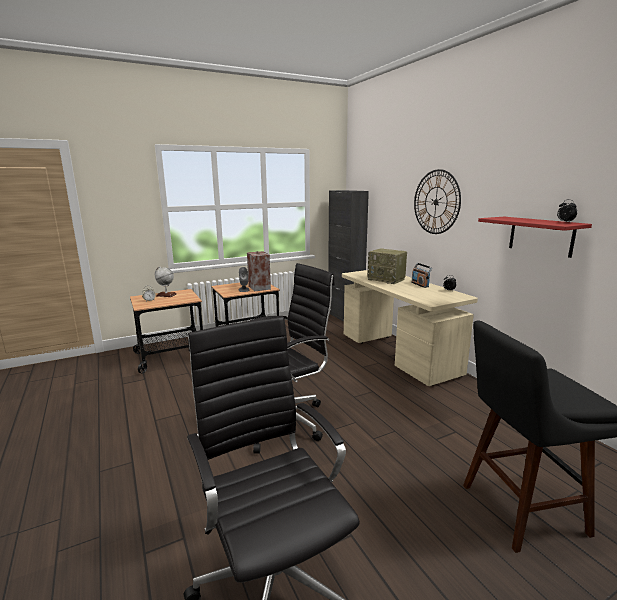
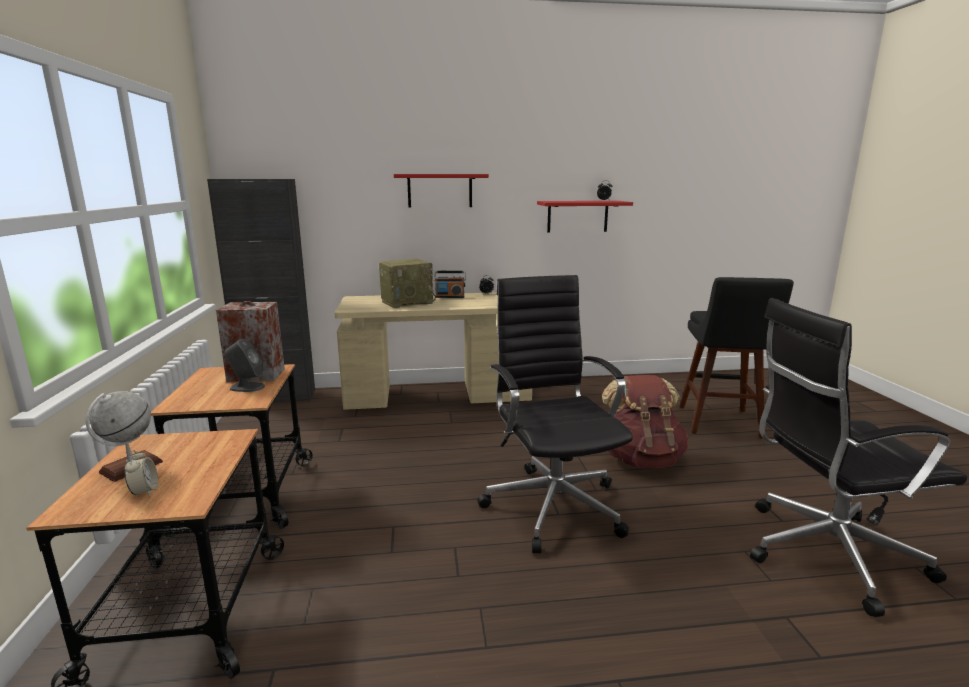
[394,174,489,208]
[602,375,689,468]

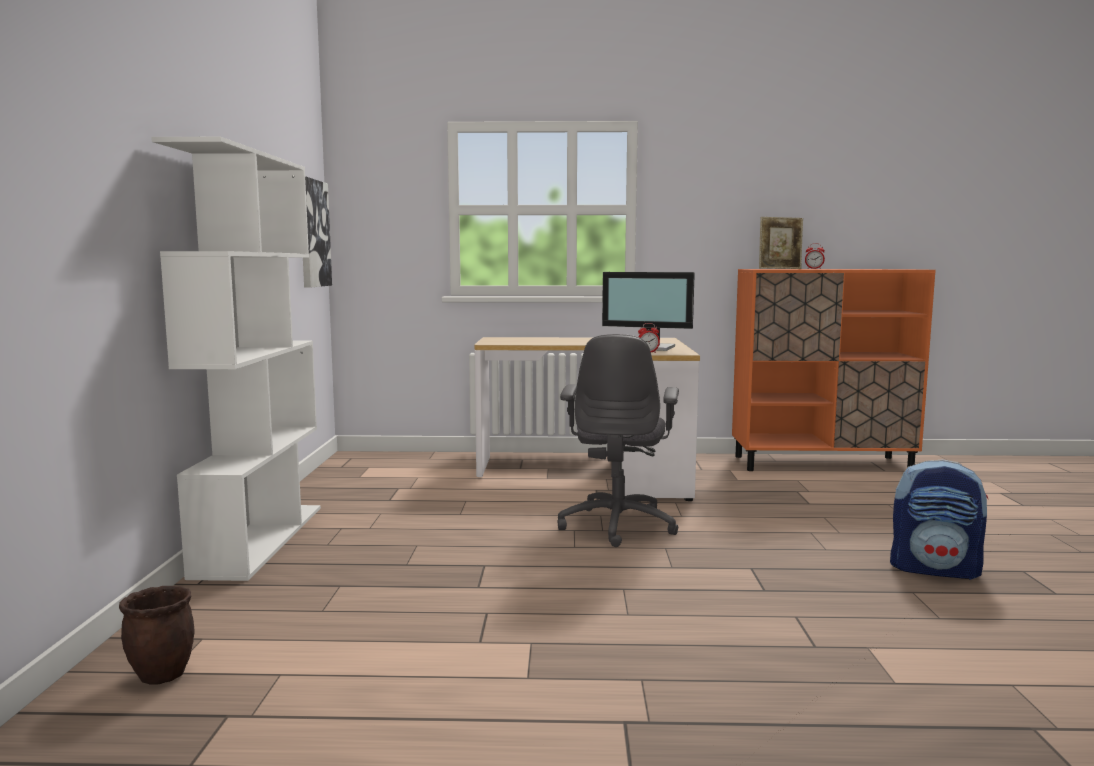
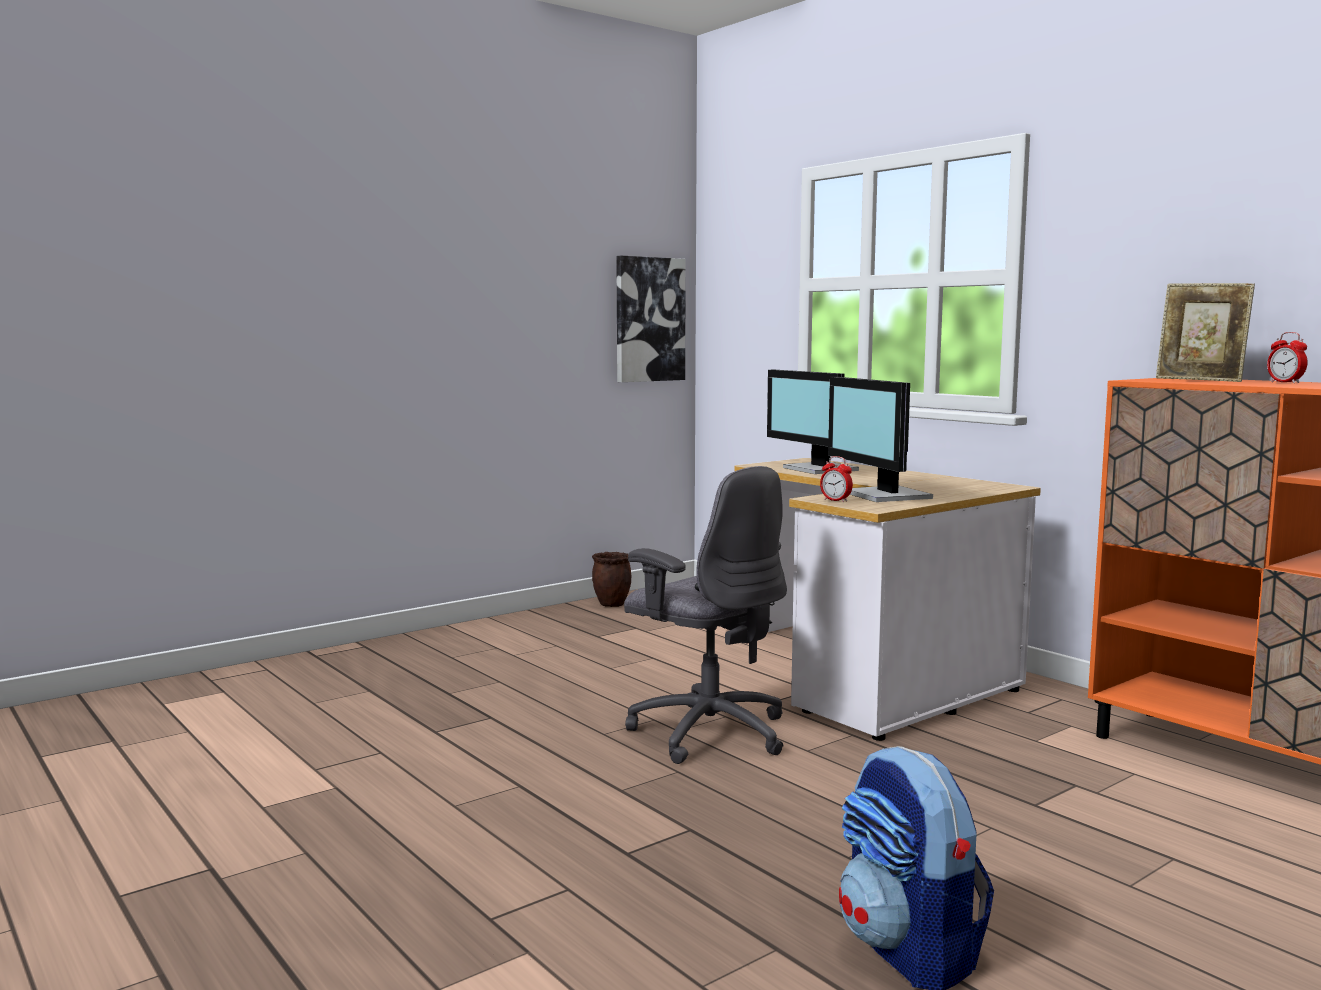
[592,552,631,607]
[624,466,787,764]
[767,370,859,474]
[151,137,321,581] (first image)

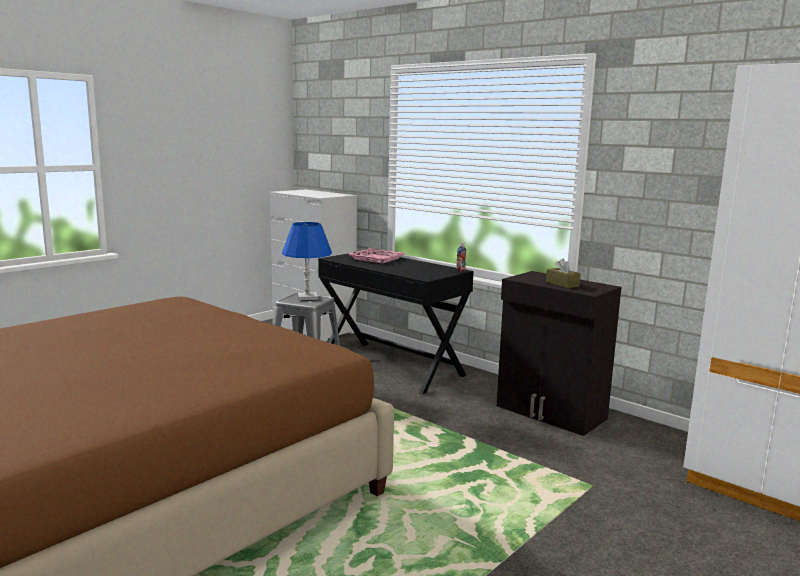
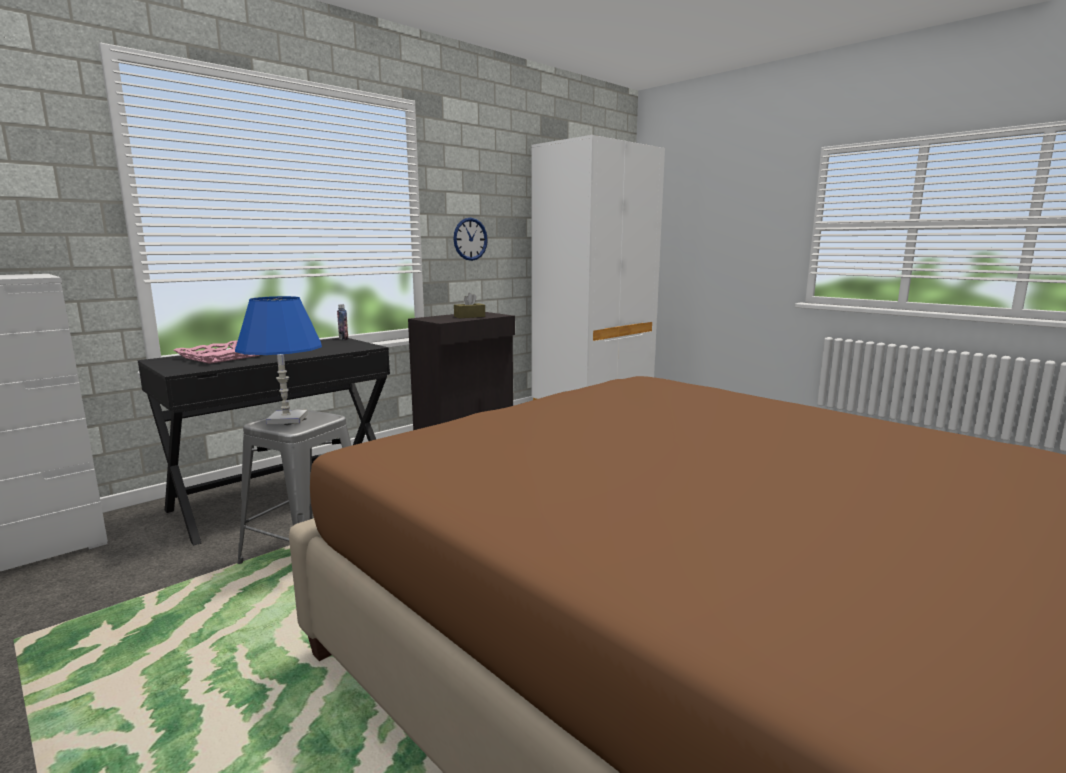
[453,218,488,261]

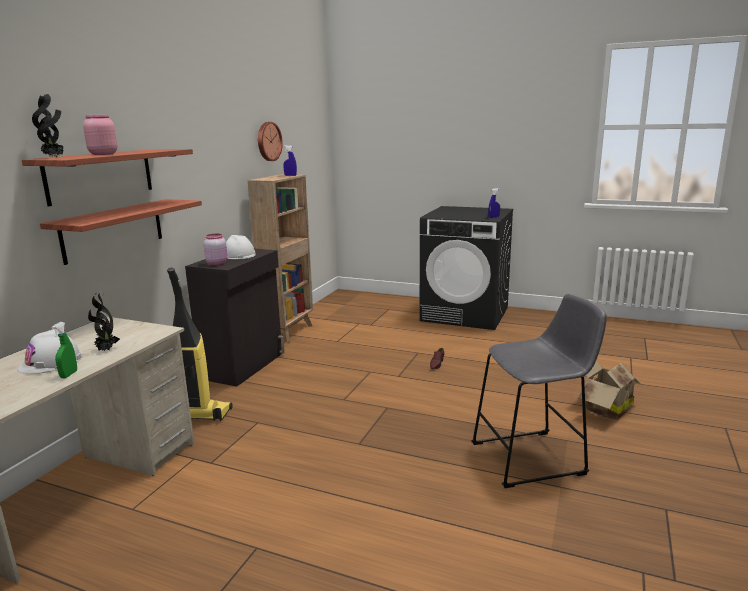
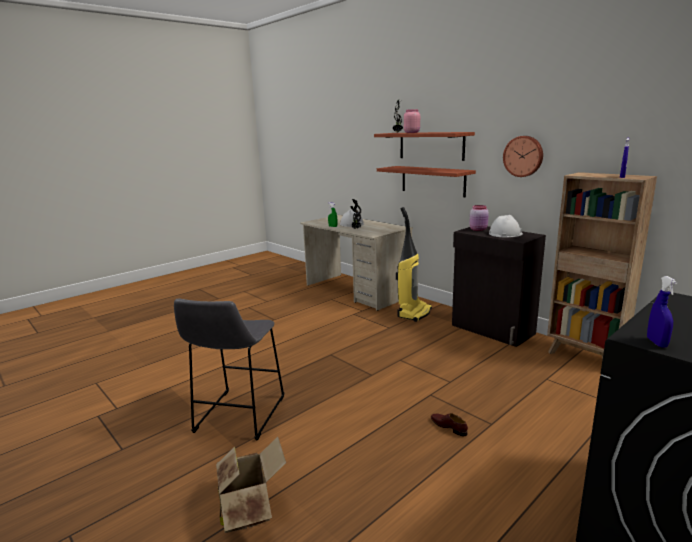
[503,136,543,177]

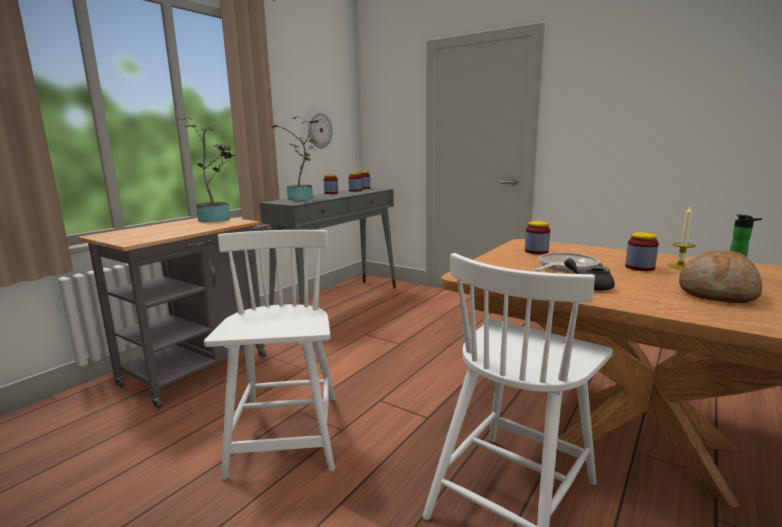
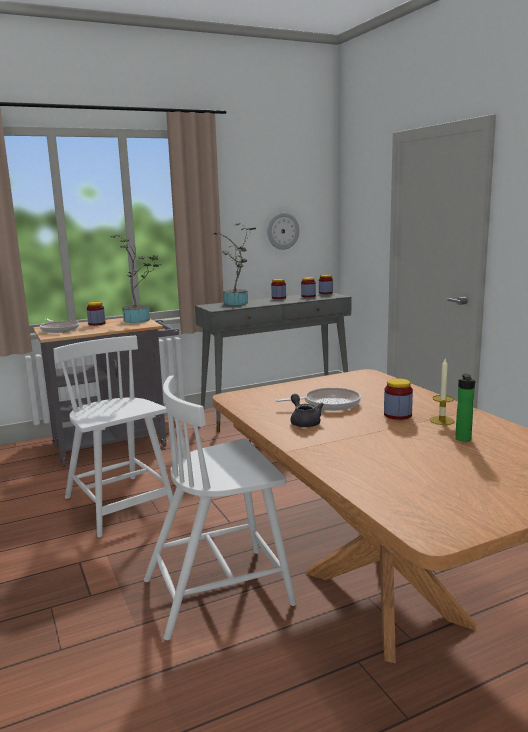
[40,319,79,333]
[53,336,173,537]
[87,302,106,326]
[679,250,762,303] (first image)

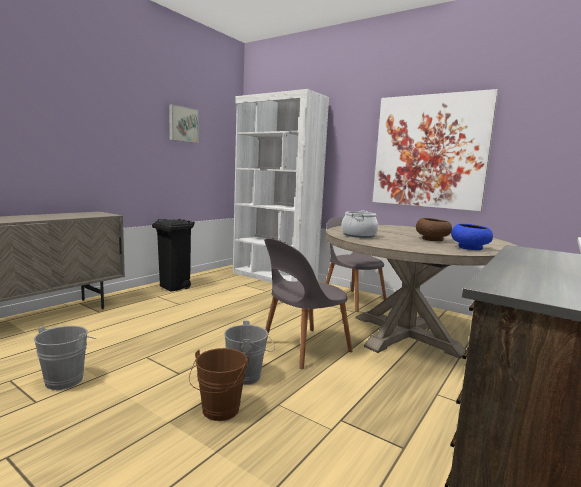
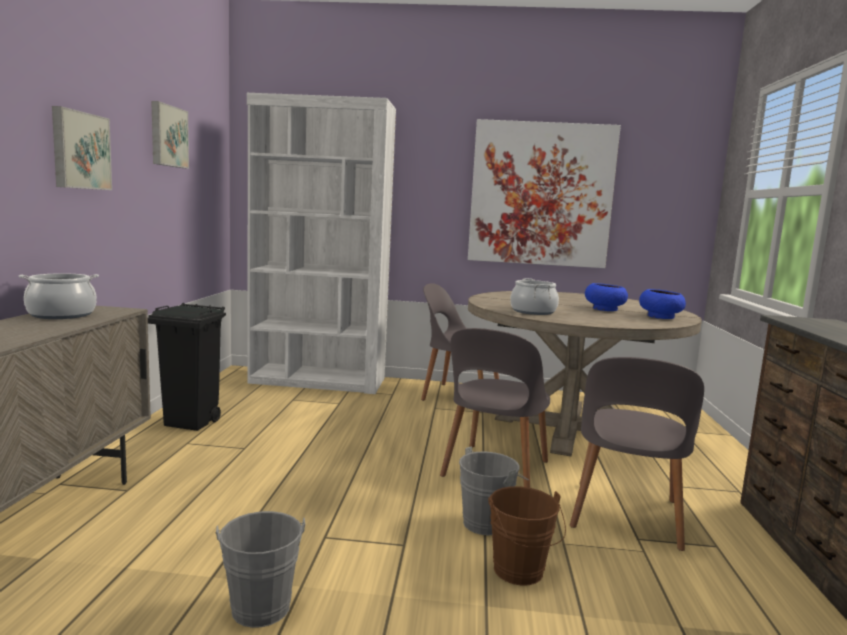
[19,273,99,319]
[52,106,112,190]
[570,357,704,551]
[585,283,628,311]

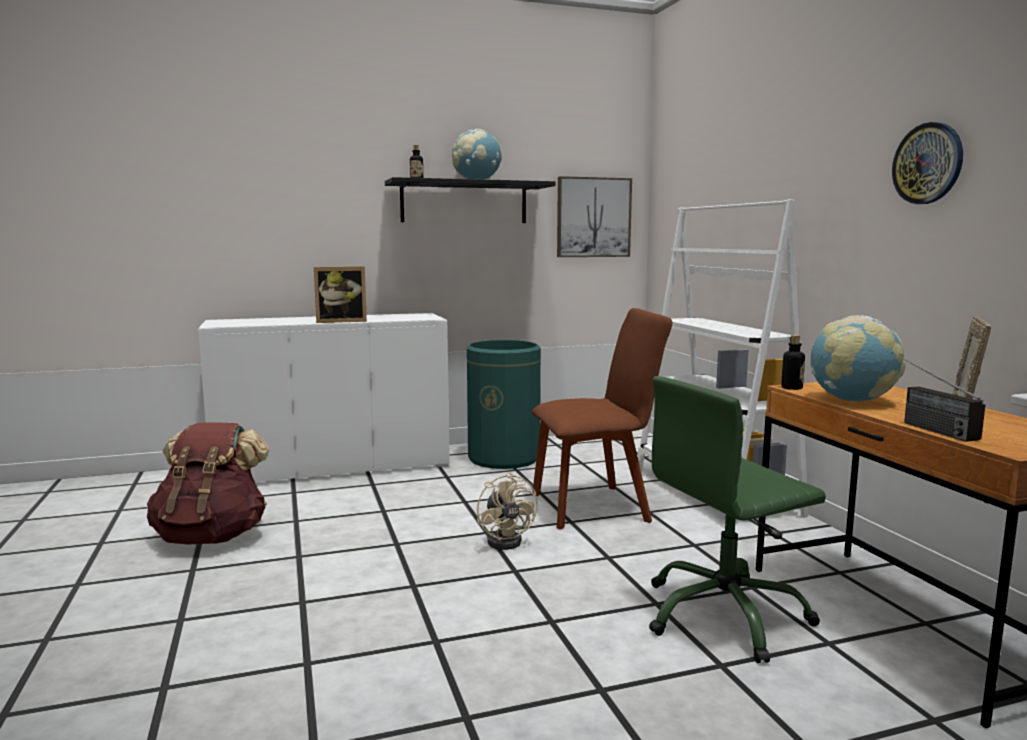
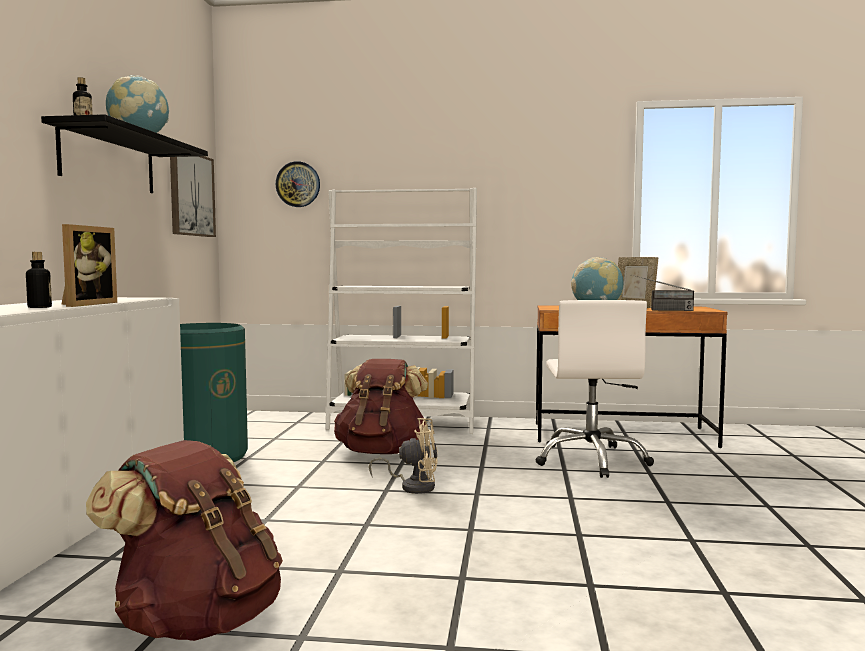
[26,252,52,308]
[276,161,320,207]
[334,359,428,454]
[536,300,654,478]

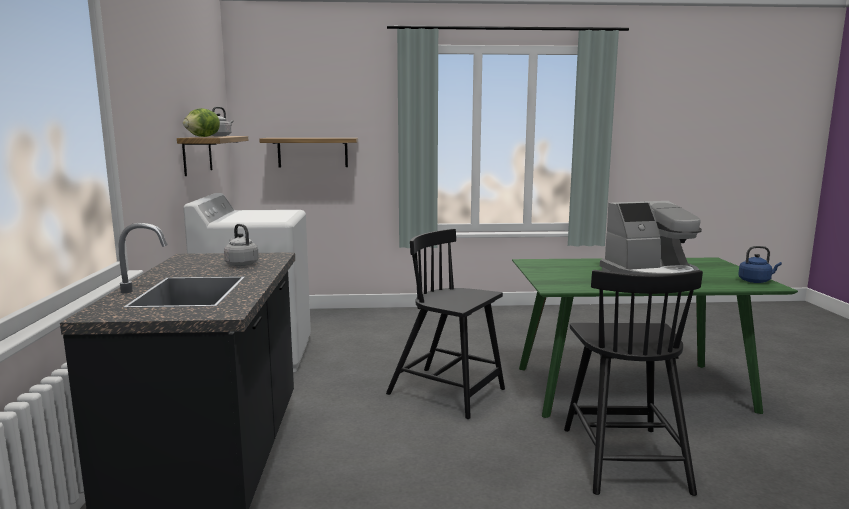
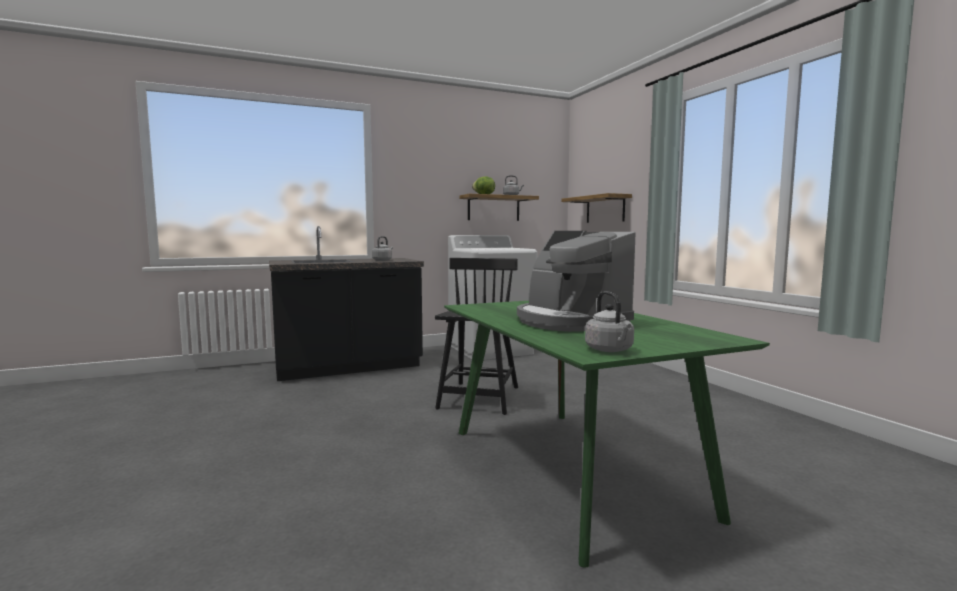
[585,291,634,352]
[564,270,703,496] (first image)

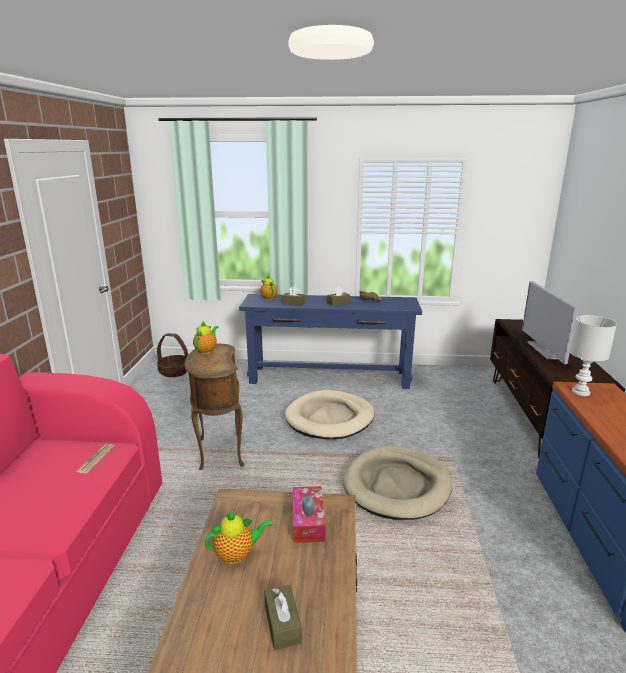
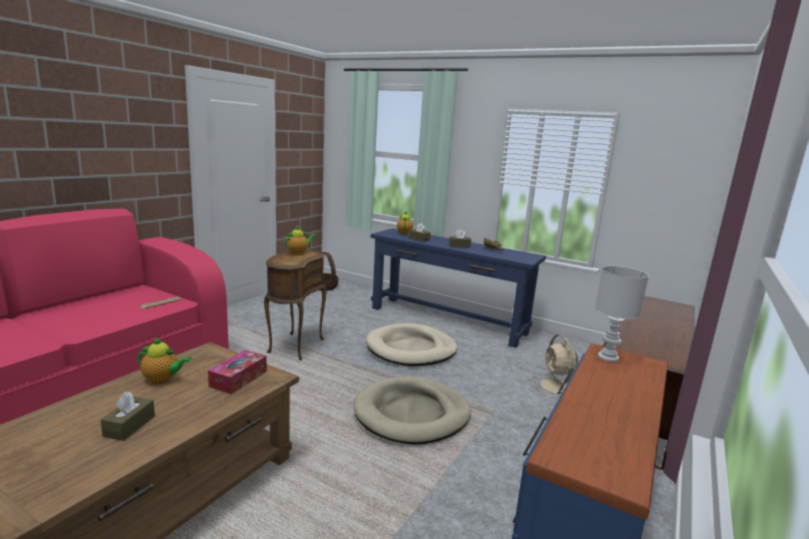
[532,335,578,399]
[522,281,579,364] (first image)

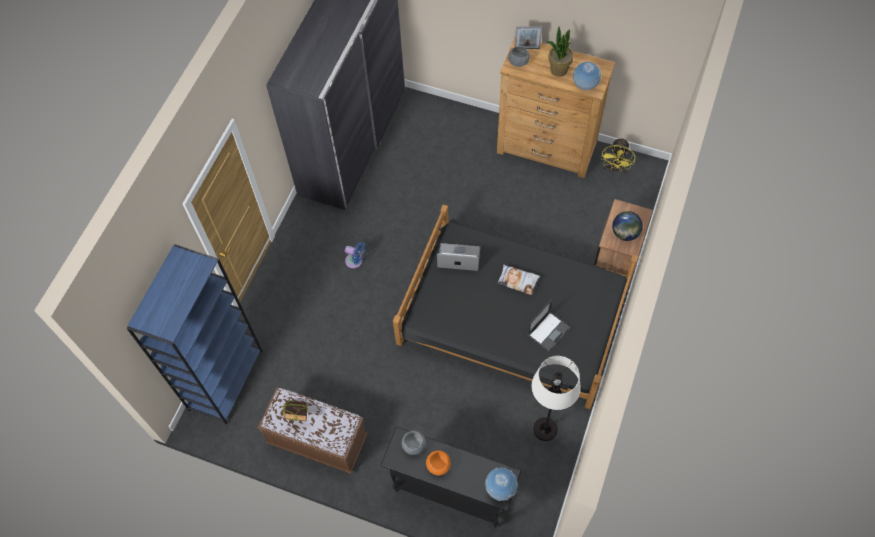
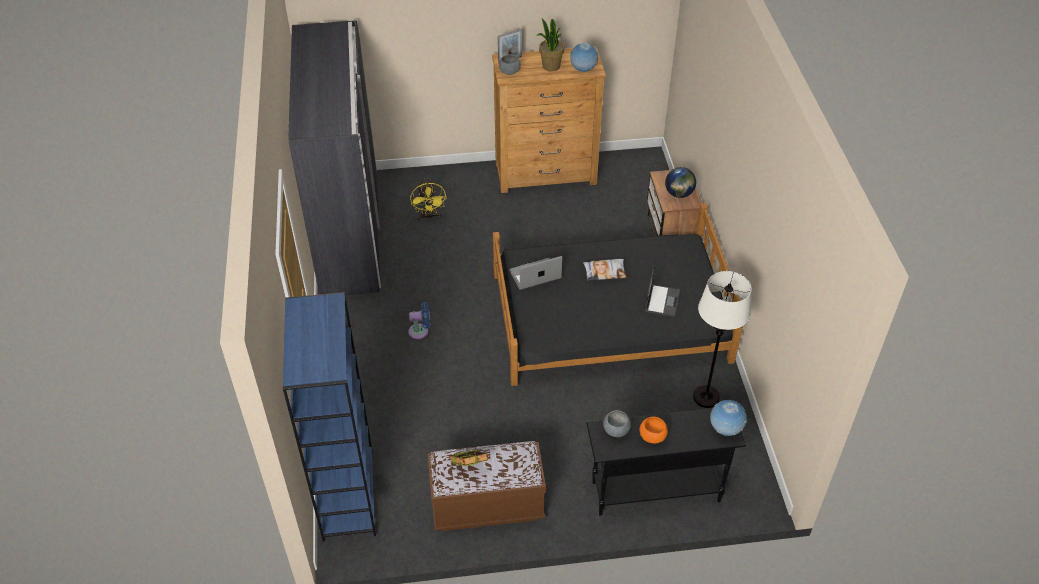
[410,178,447,220]

